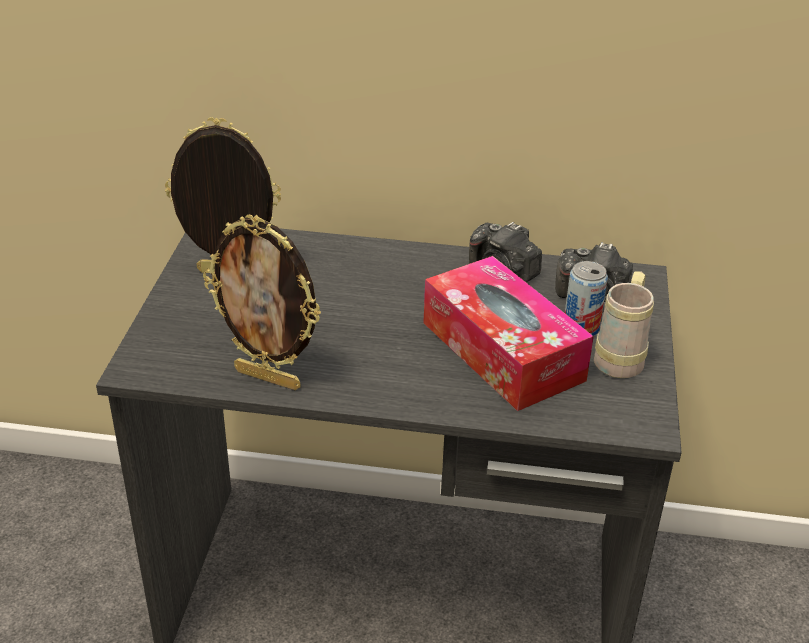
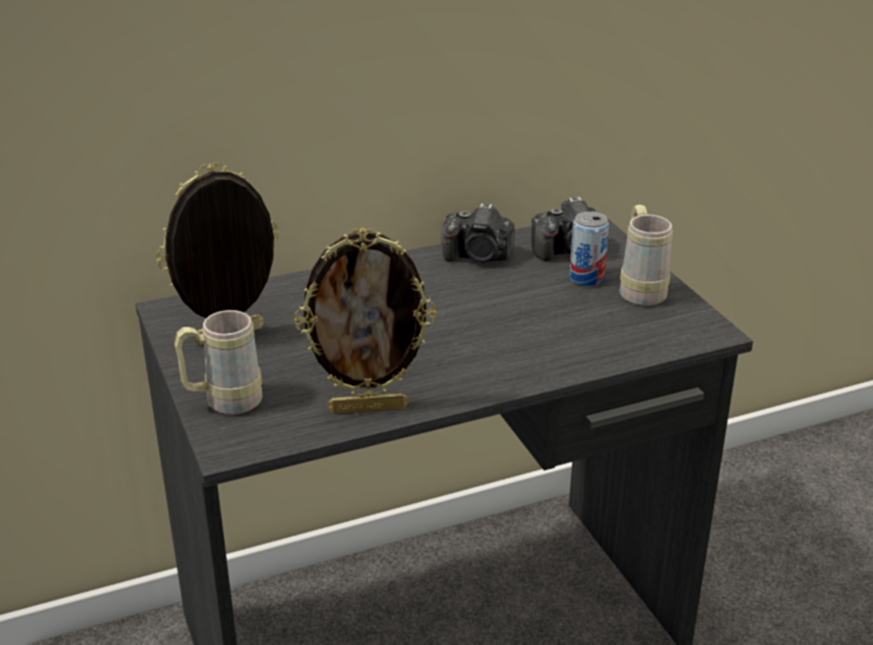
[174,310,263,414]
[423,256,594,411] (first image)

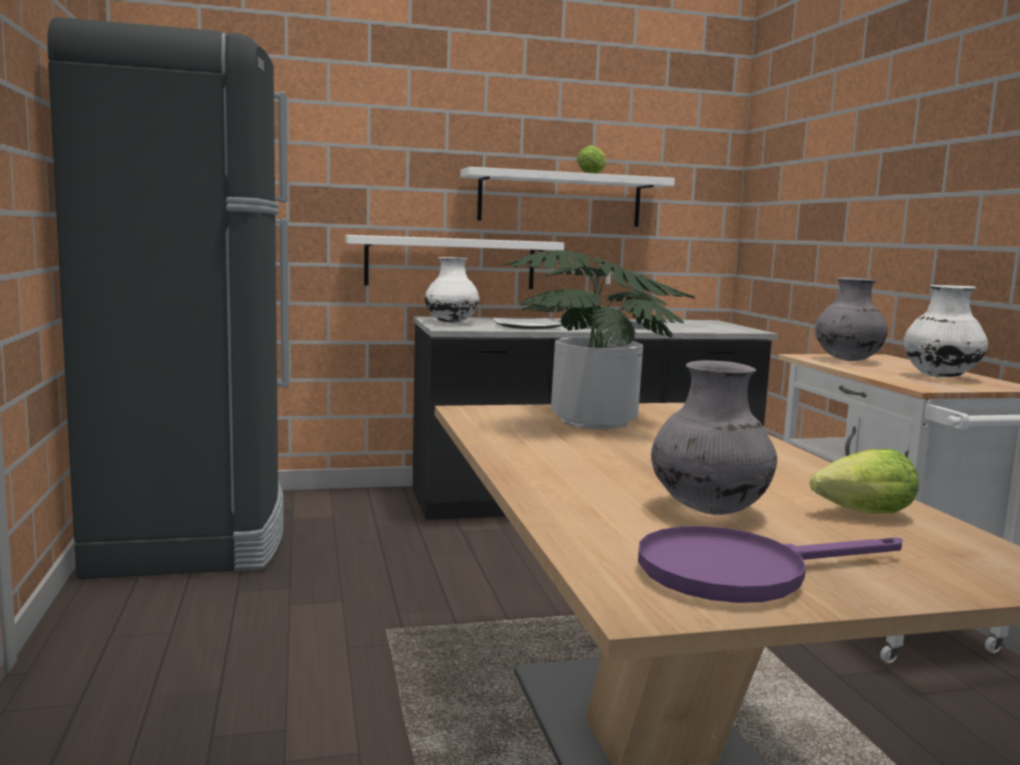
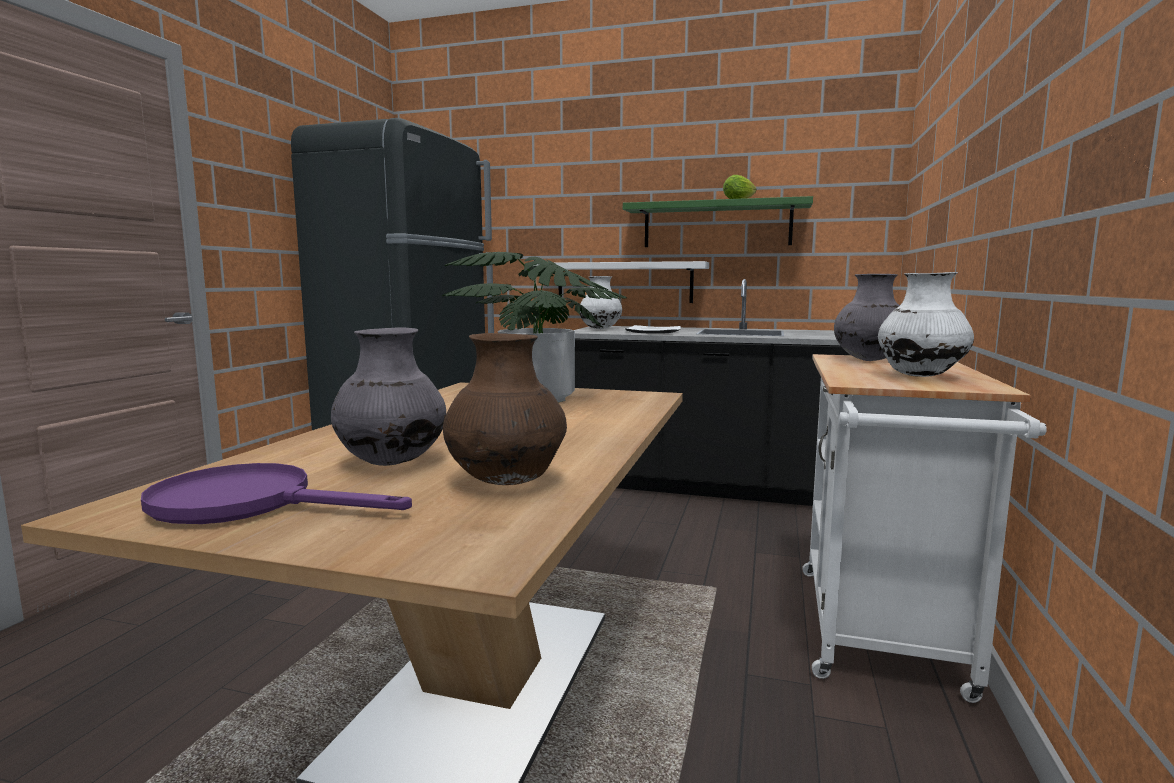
[443,333,567,485]
[623,196,813,247]

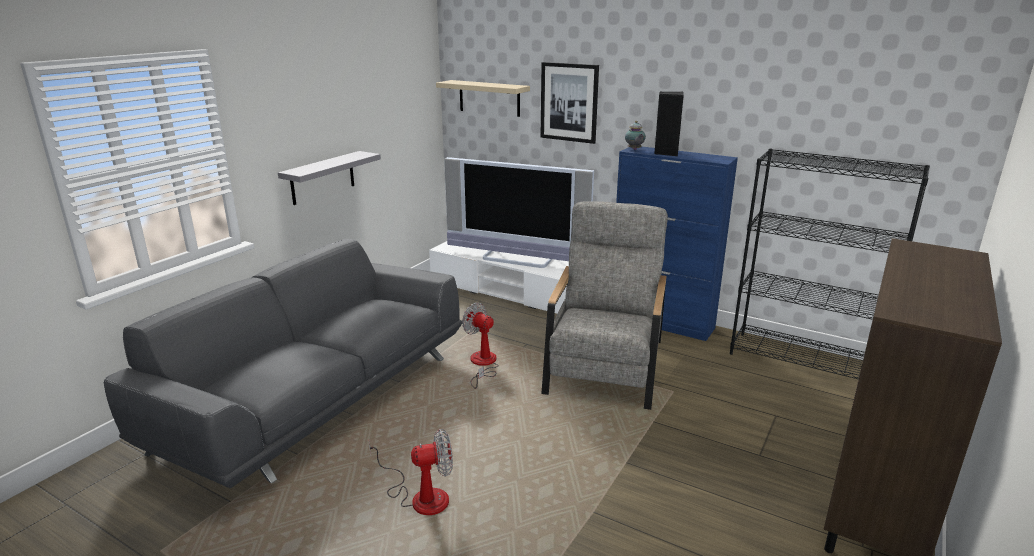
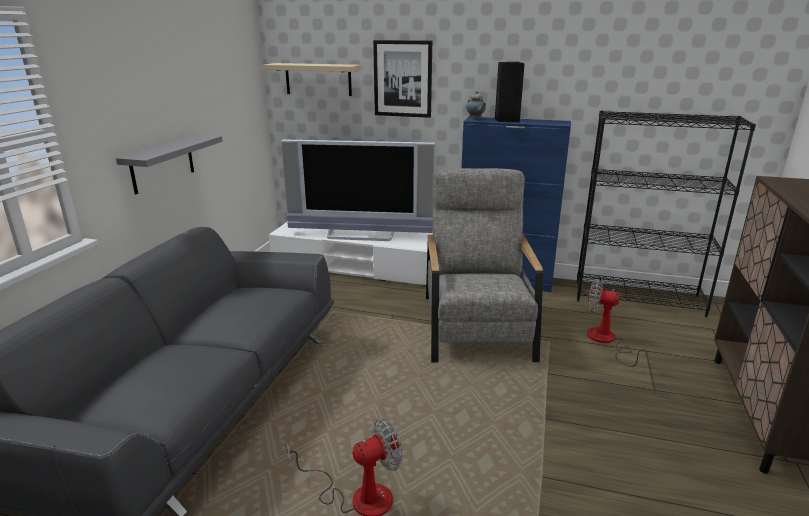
[587,279,647,367]

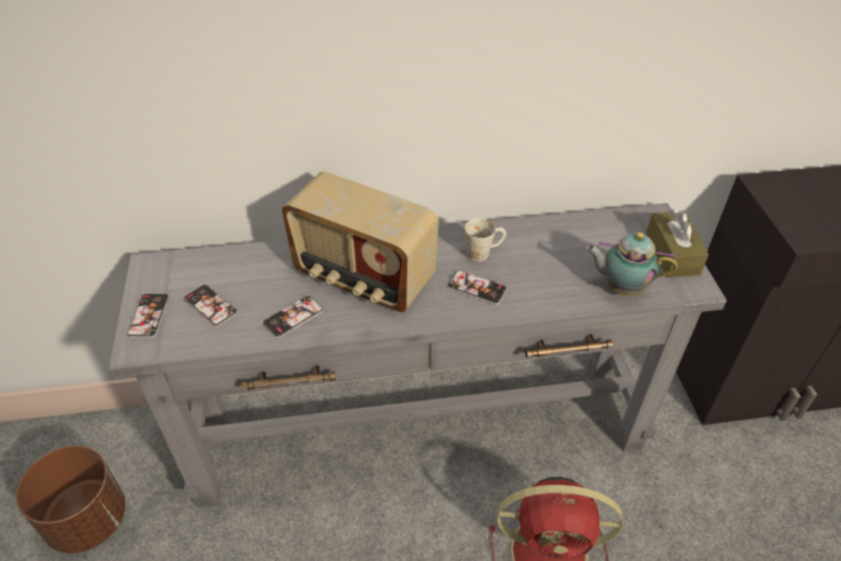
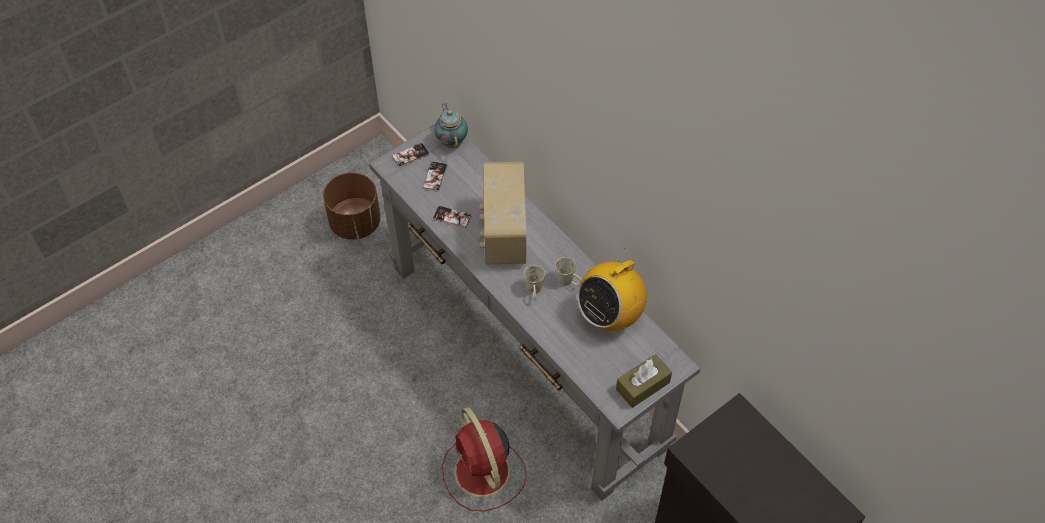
[434,103,468,148]
[524,265,545,300]
[577,248,647,331]

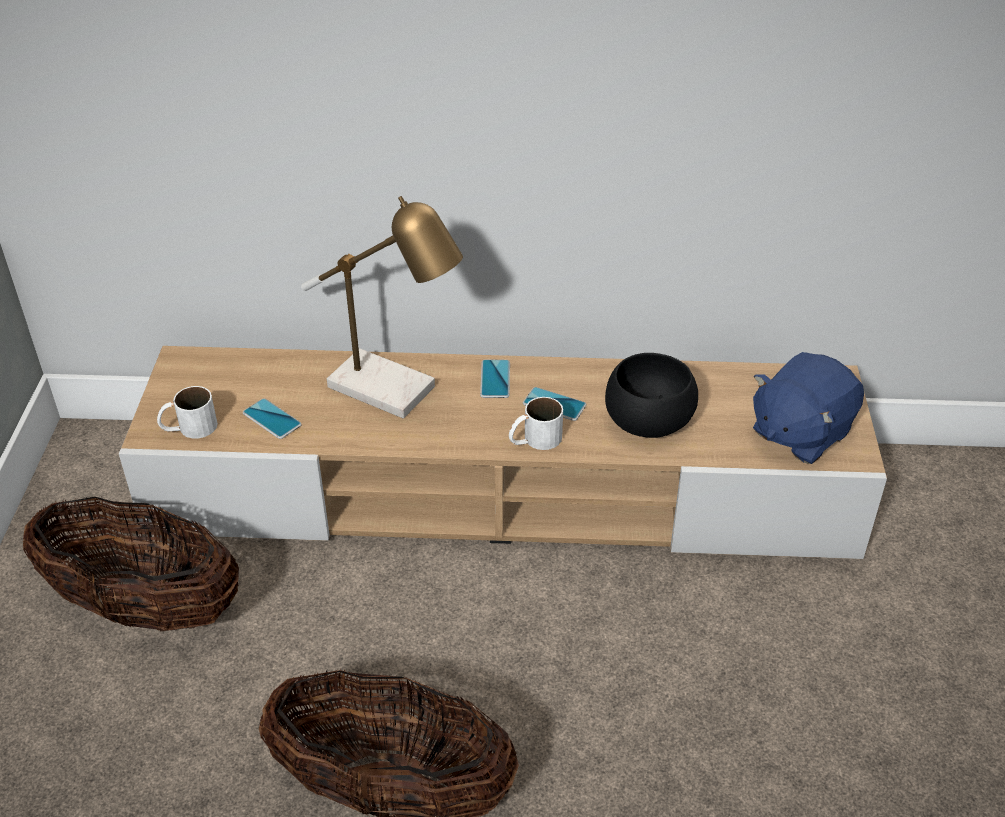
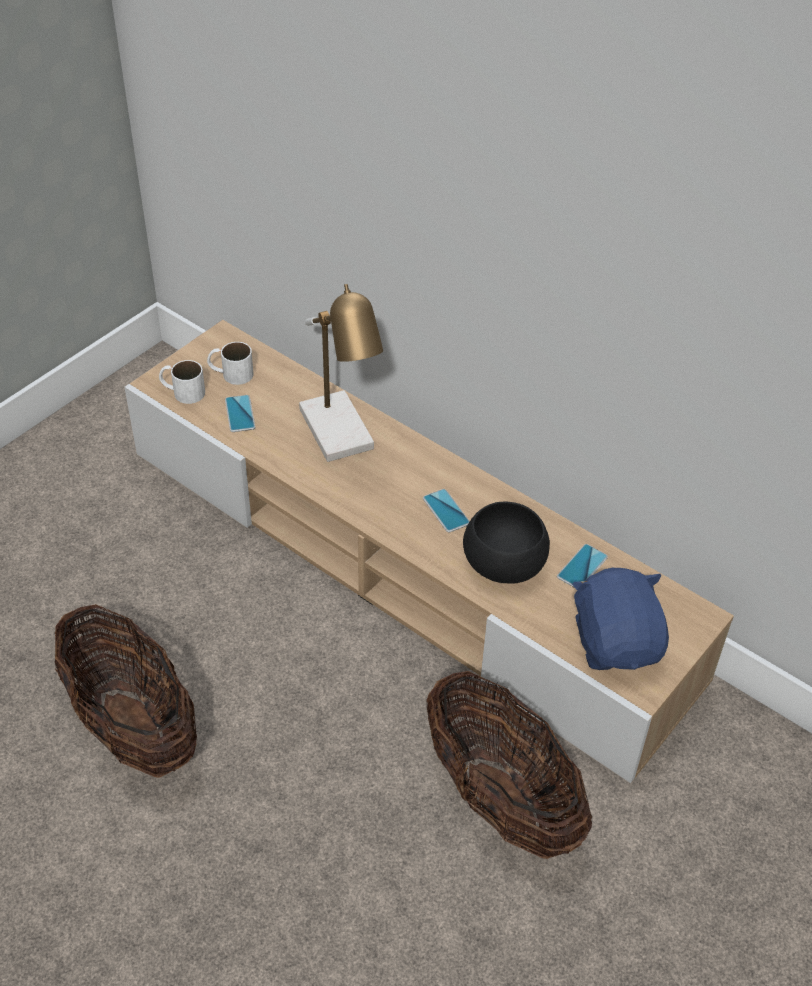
[207,342,254,385]
[427,671,593,859]
[557,544,608,588]
[572,568,669,670]

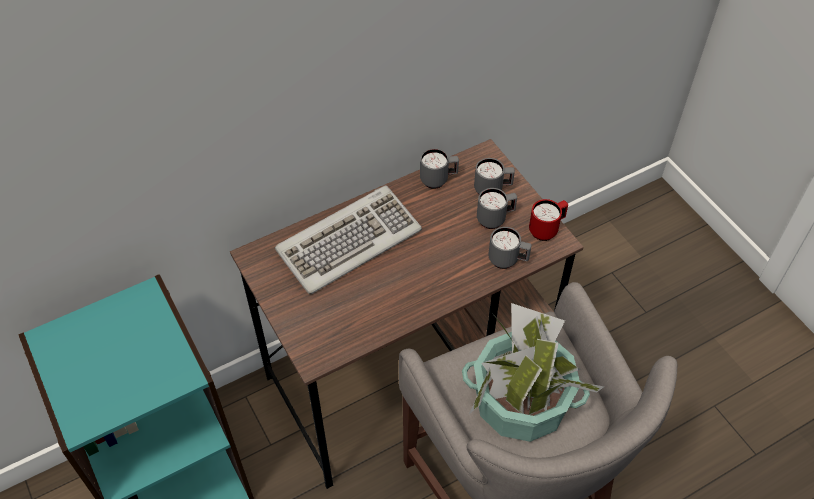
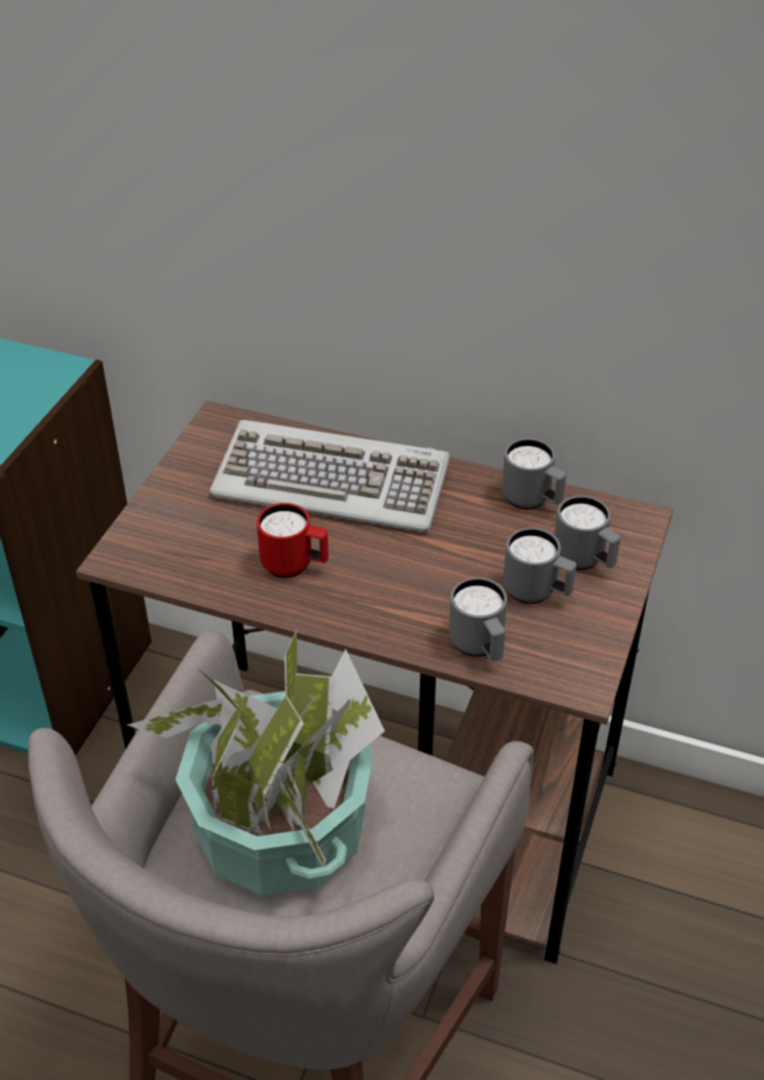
[257,503,329,578]

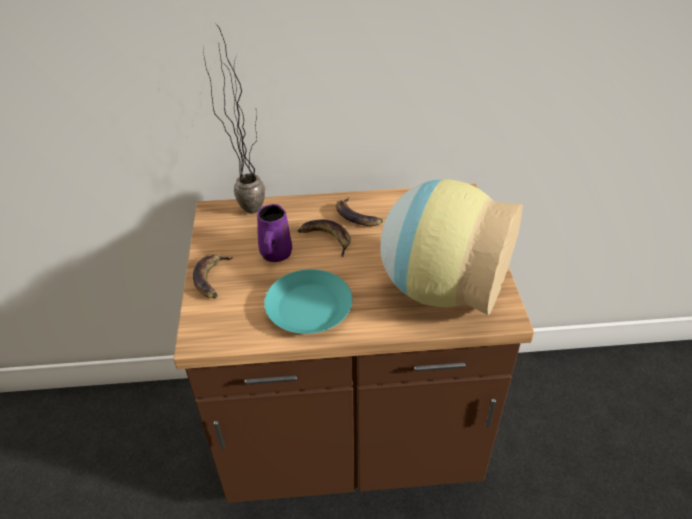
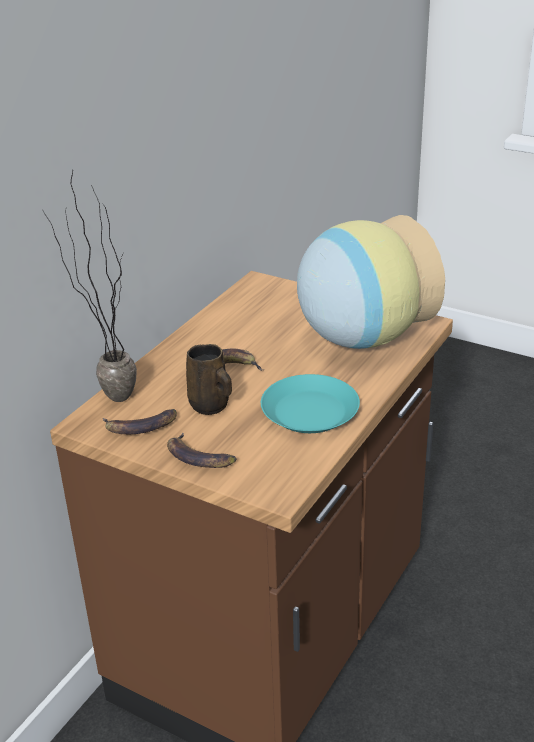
[103,409,177,434]
[186,344,232,415]

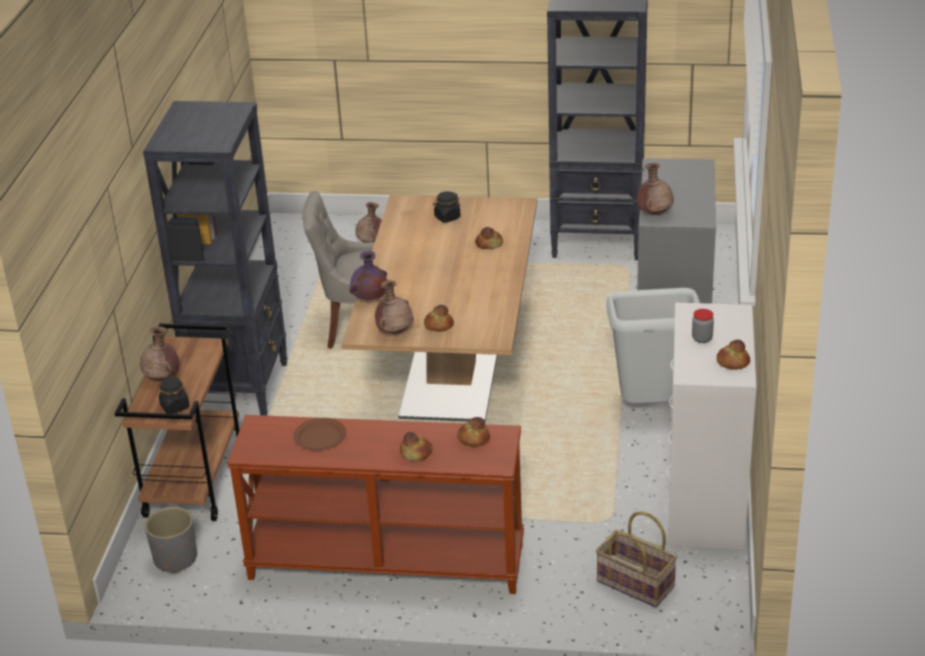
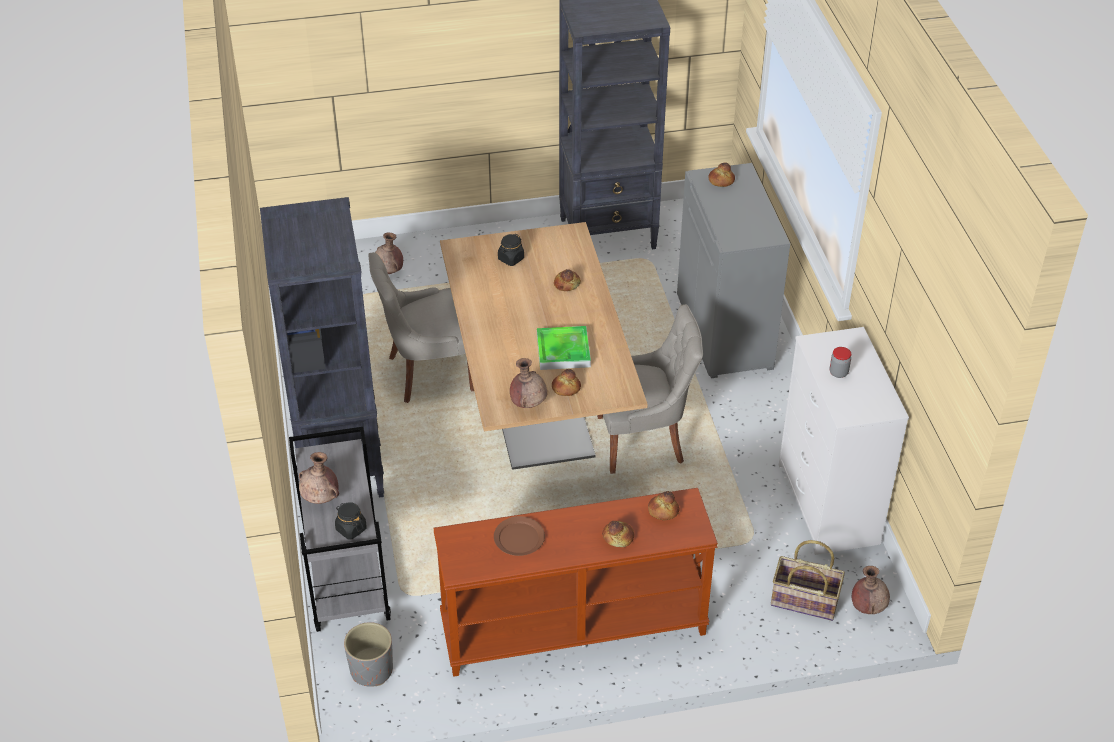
[289,427,391,632]
[537,326,591,370]
[597,304,703,474]
[708,162,735,187]
[852,566,890,614]
[349,251,387,300] (first image)
[606,288,700,403] (first image)

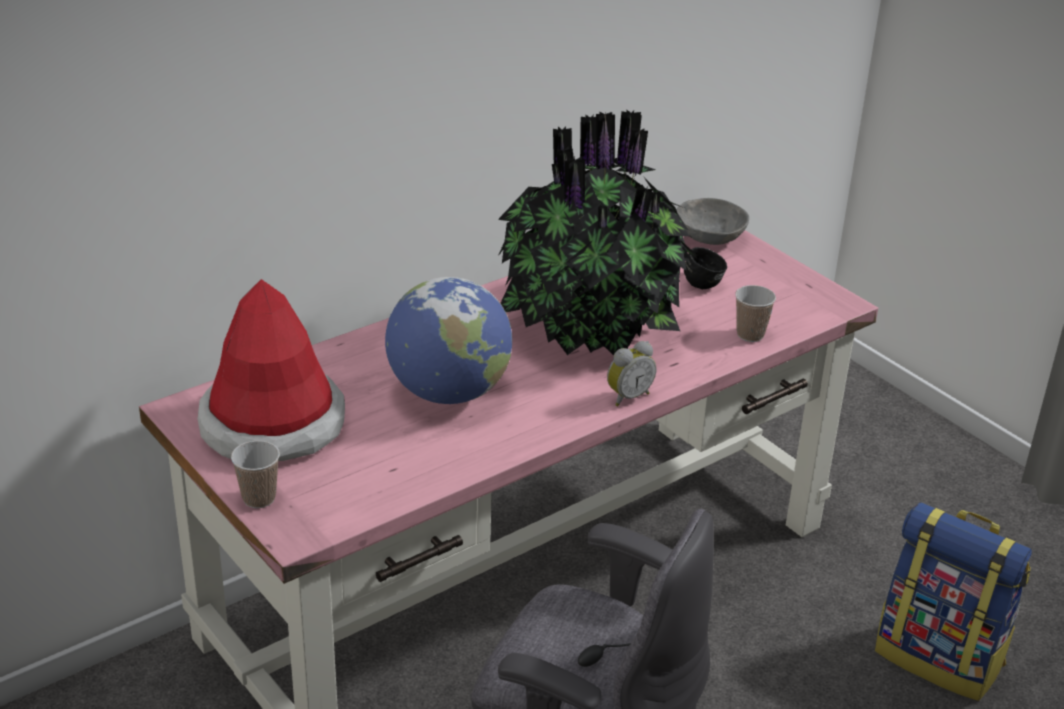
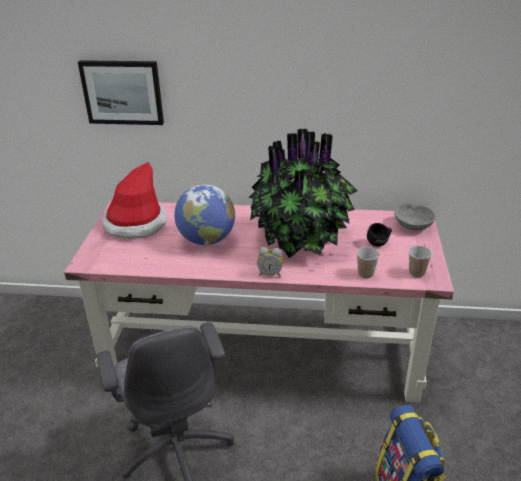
[78,60,164,125]
[409,246,432,278]

